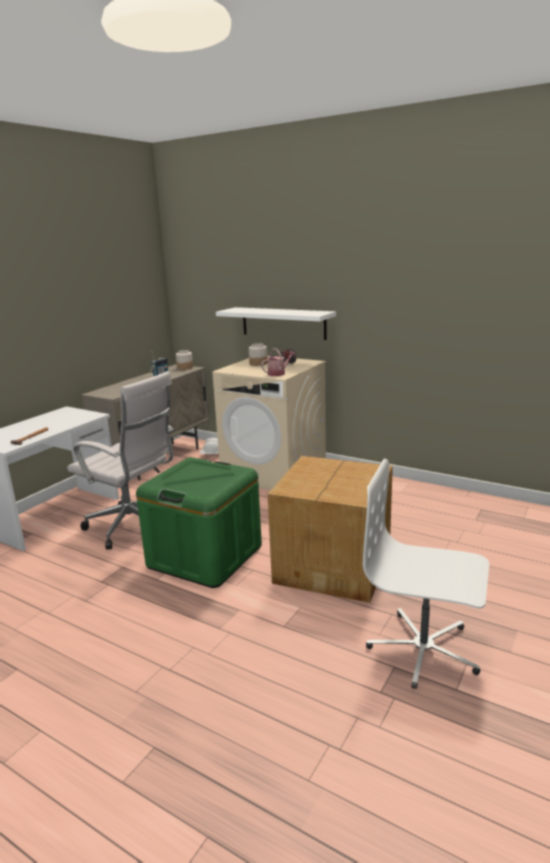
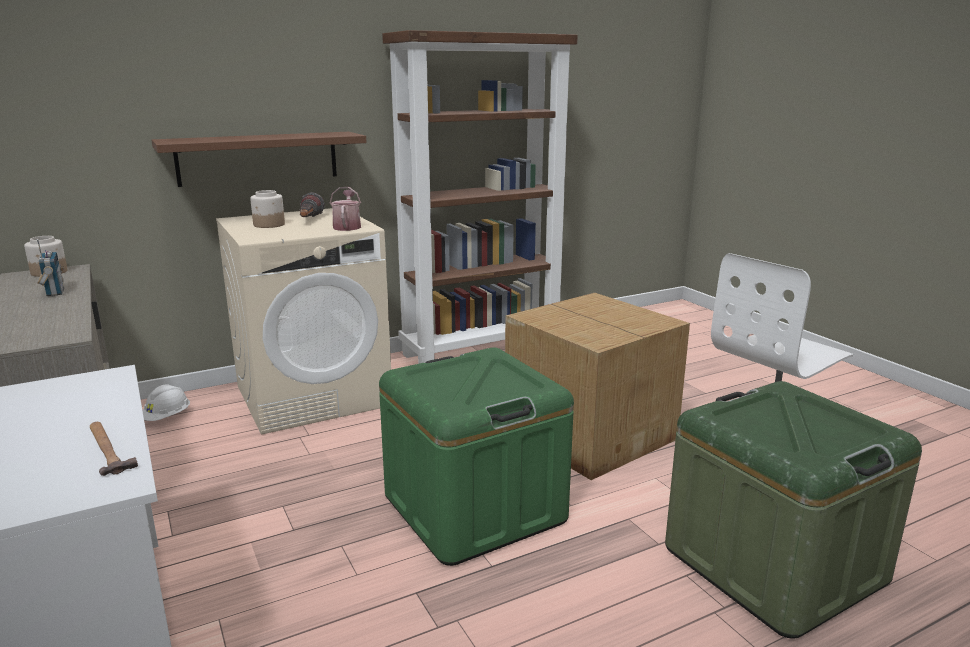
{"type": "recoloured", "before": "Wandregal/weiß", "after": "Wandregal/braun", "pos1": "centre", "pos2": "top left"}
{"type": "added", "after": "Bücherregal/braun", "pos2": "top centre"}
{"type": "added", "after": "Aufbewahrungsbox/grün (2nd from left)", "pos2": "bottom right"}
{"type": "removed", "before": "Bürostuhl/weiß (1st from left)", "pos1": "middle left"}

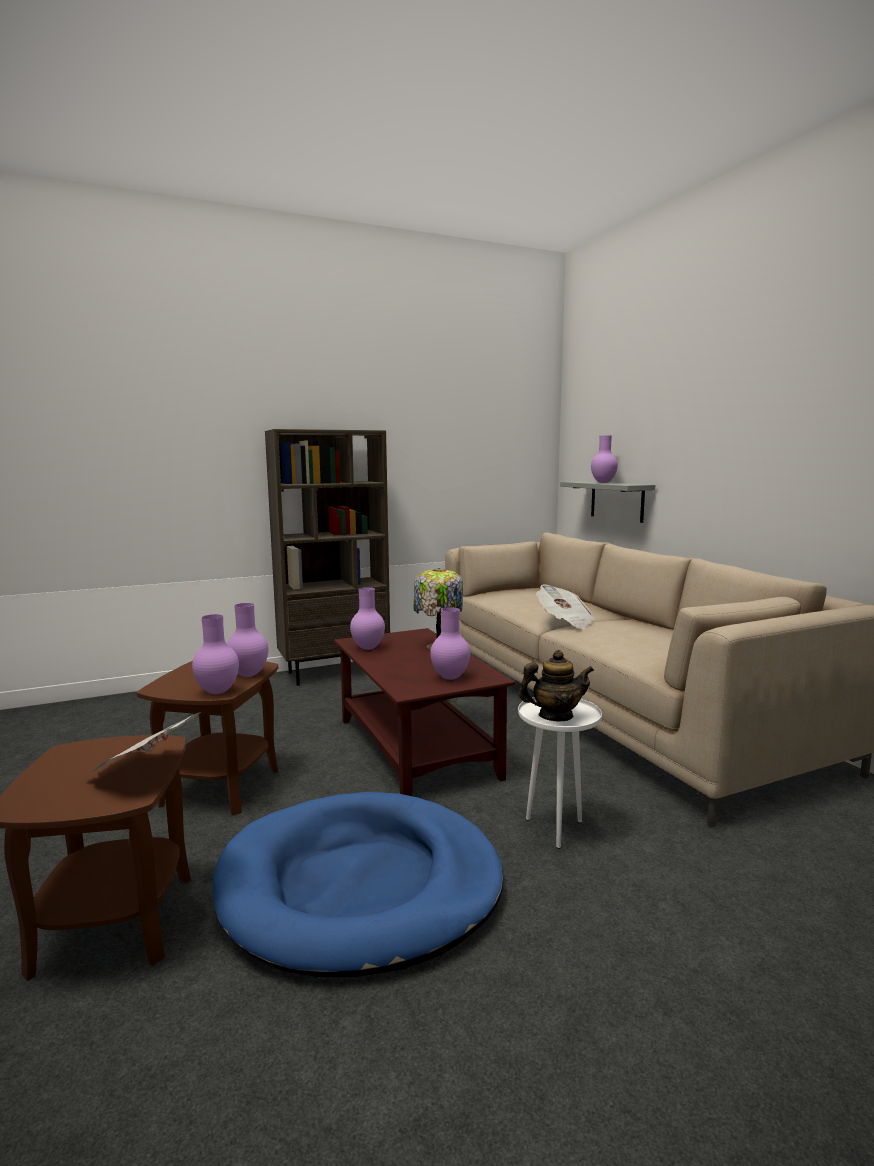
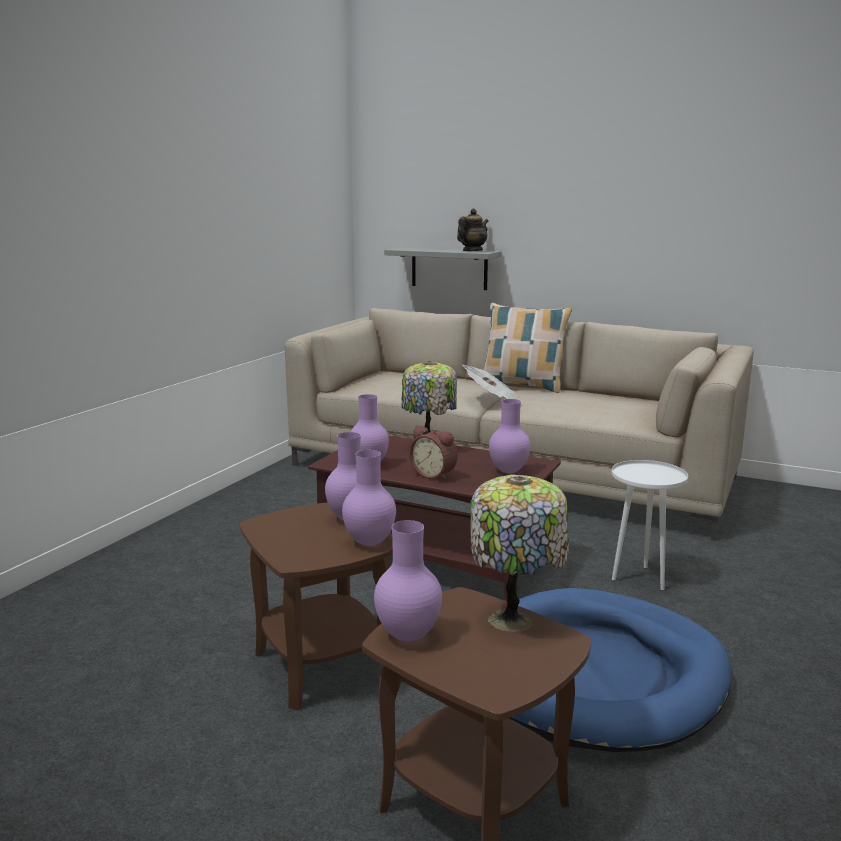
{"type": "moved", "before": "Vase/lila (5th from left in the first image)", "after": "Vase/lila (4th from left)", "pos1": "middle right", "pos2": "bottom centre"}
{"type": "added", "after": "Wecker", "pos2": "centre"}
{"type": "moved", "before": "Teekanne", "pos1": "centre", "pos2": "top centre"}
{"type": "replaced", "before": "Zeitung (1st from left)", "after": "Tischlampe (2nd from left)", "pos1": "middle left", "pos2": "centre"}
{"type": "added", "after": "Kissen", "pos2": "centre"}
{"type": "removed", "before": "Bücherregal/braun", "pos1": "centre"}

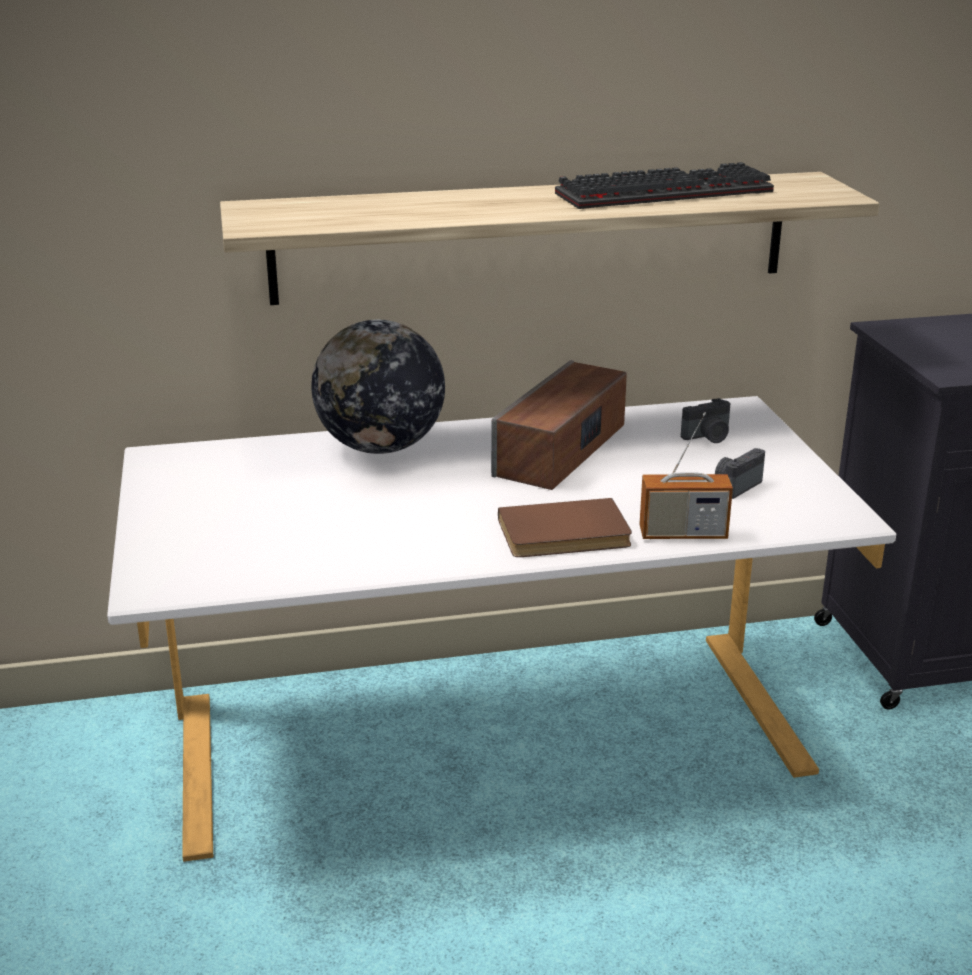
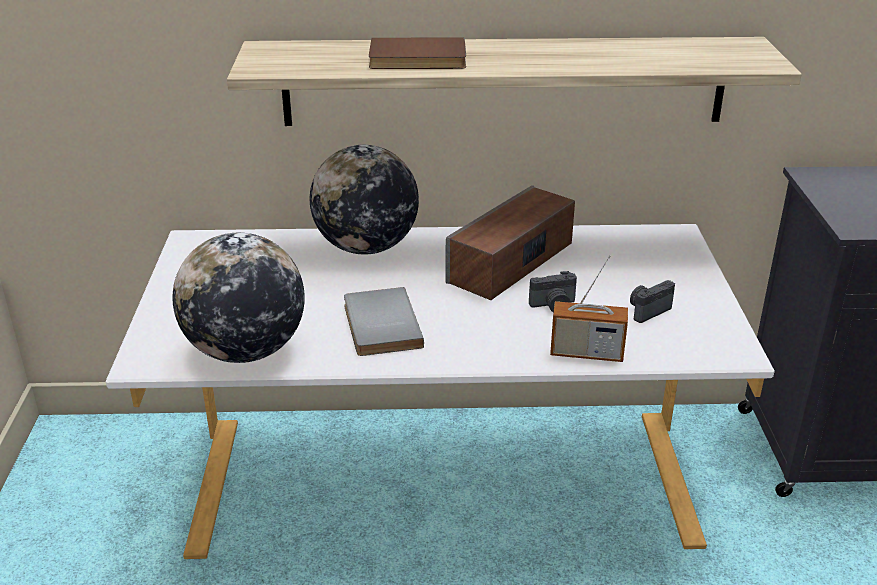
{"type": "added", "after": "Globus (1st from left)", "pos2": "middle left"}
{"type": "added", "after": "Buch/grau", "pos2": "centre"}
{"type": "moved", "before": "Buch/braun", "pos1": "centre", "pos2": "top centre"}
{"type": "moved", "before": "Kamera (1st from left)", "pos1": "middle right", "pos2": "centre"}
{"type": "removed", "before": "Tastatur", "pos1": "top right"}

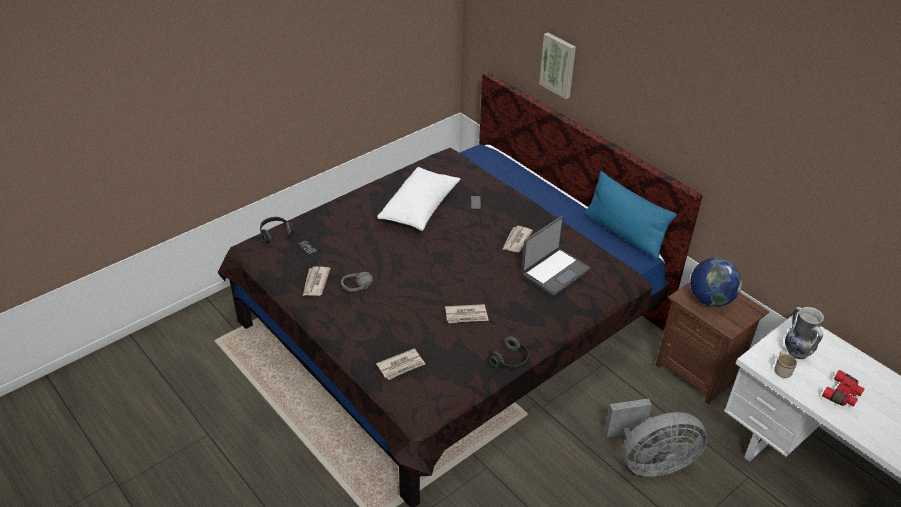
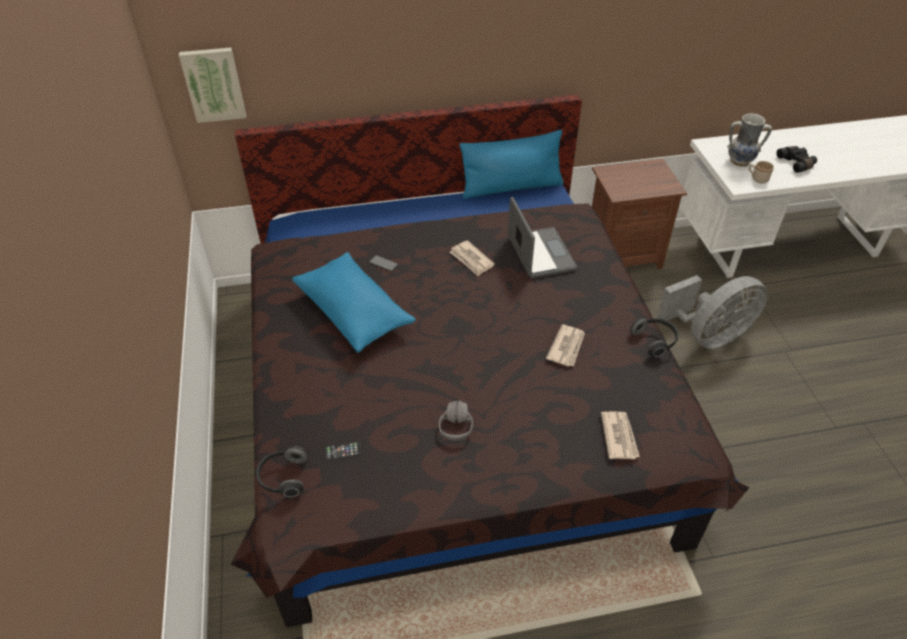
{"type": "moved", "before": "Bild", "pos1": "top centre", "pos2": "top left"}
{"type": "recoloured", "before": "Kissen/weiß", "after": "Kissen/blau (1st from left)", "pos1": "centre", "pos2": "centre"}
{"type": "turned", "before": "Ventilator/grau", "pos1": "bottom right", "pos2": "middle right", "turn": 45}
{"type": "recoloured", "before": "Fernglas/rot", "after": "Fernglas/schwarz", "pos1": "bottom right", "pos2": "top right"}
{"type": "removed", "before": "Zeitung (1st from left)", "pos1": "centre"}
{"type": "removed", "before": "Globus", "pos1": "middle right"}

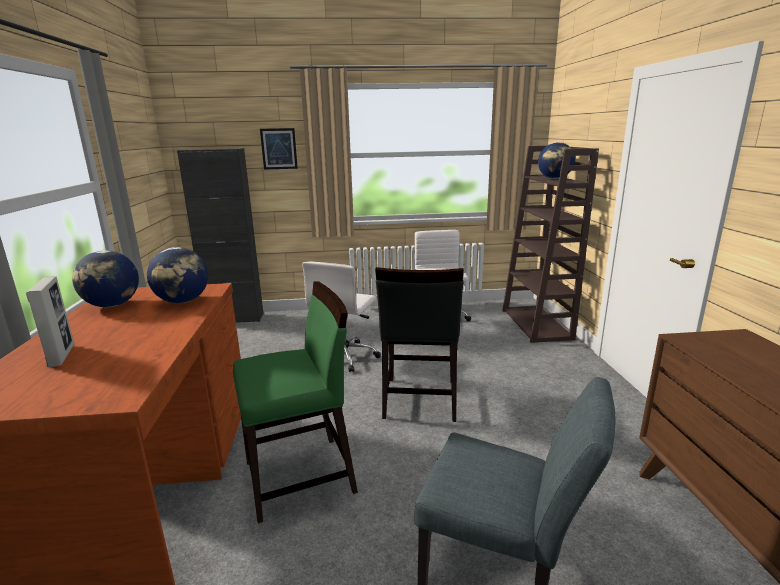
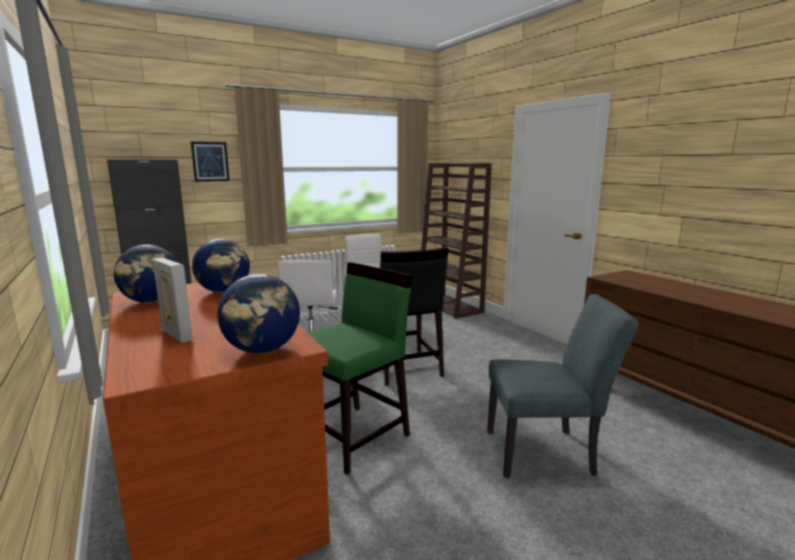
{"type": "moved", "before": "Globus (3rd from left)", "pos1": "top right", "pos2": "middle left"}

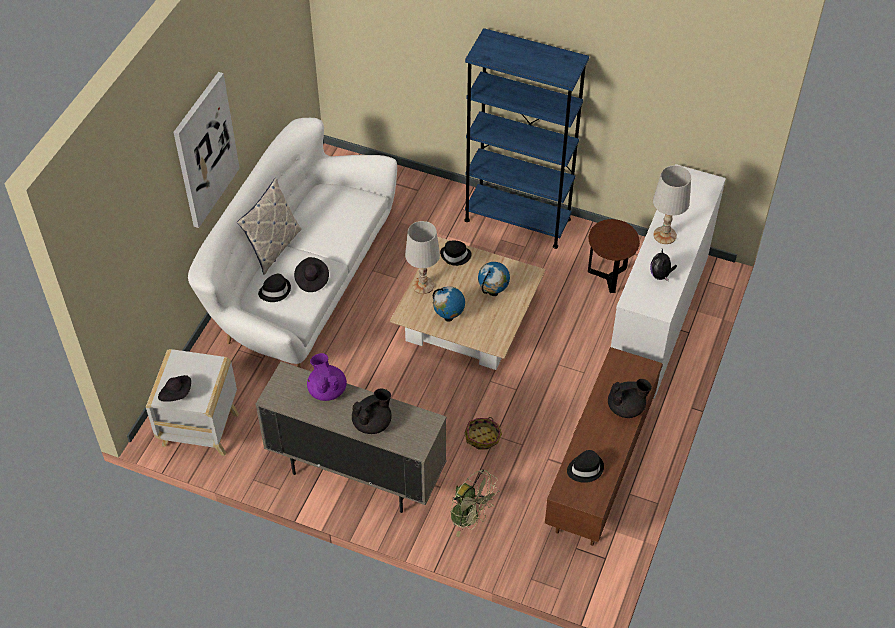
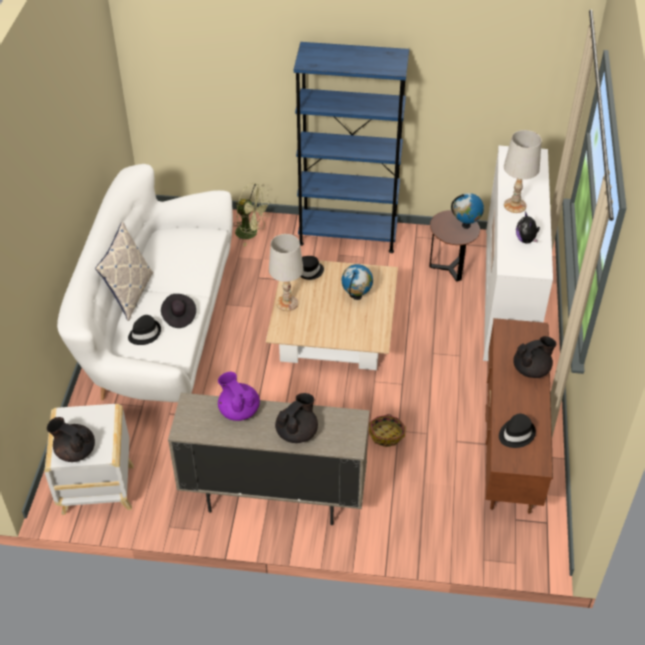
{"type": "replaced", "before": "Hut/schwarz (1st from left)", "after": "Teekanne/schwarz (1st from left)", "pos1": "middle left", "pos2": "bottom left"}
{"type": "moved", "before": "Ventilator/grün", "pos1": "bottom centre", "pos2": "top centre"}
{"type": "moved", "before": "Globus (1st from left in the first image)", "after": "Globus (2nd from left)", "pos1": "centre", "pos2": "top right"}
{"type": "removed", "before": "Bild", "pos1": "top left"}

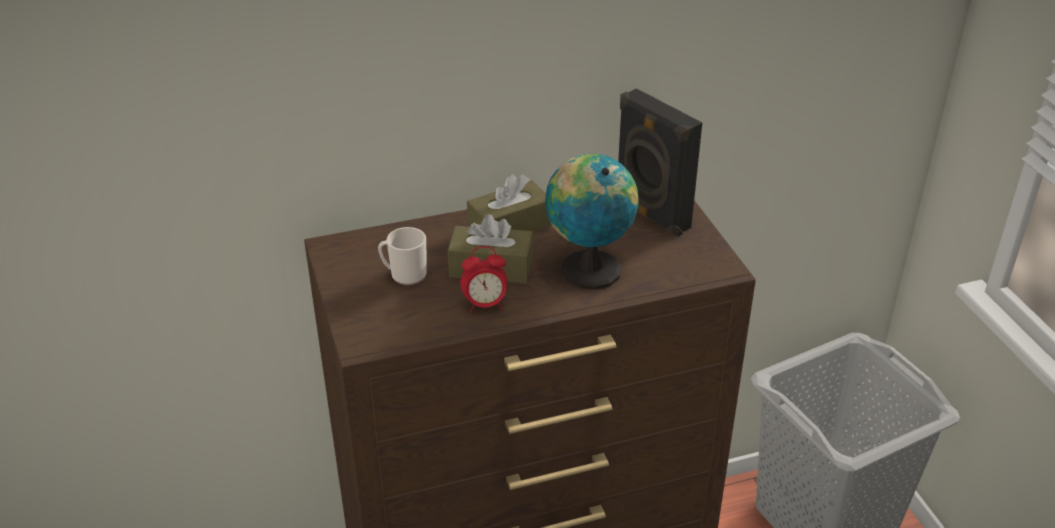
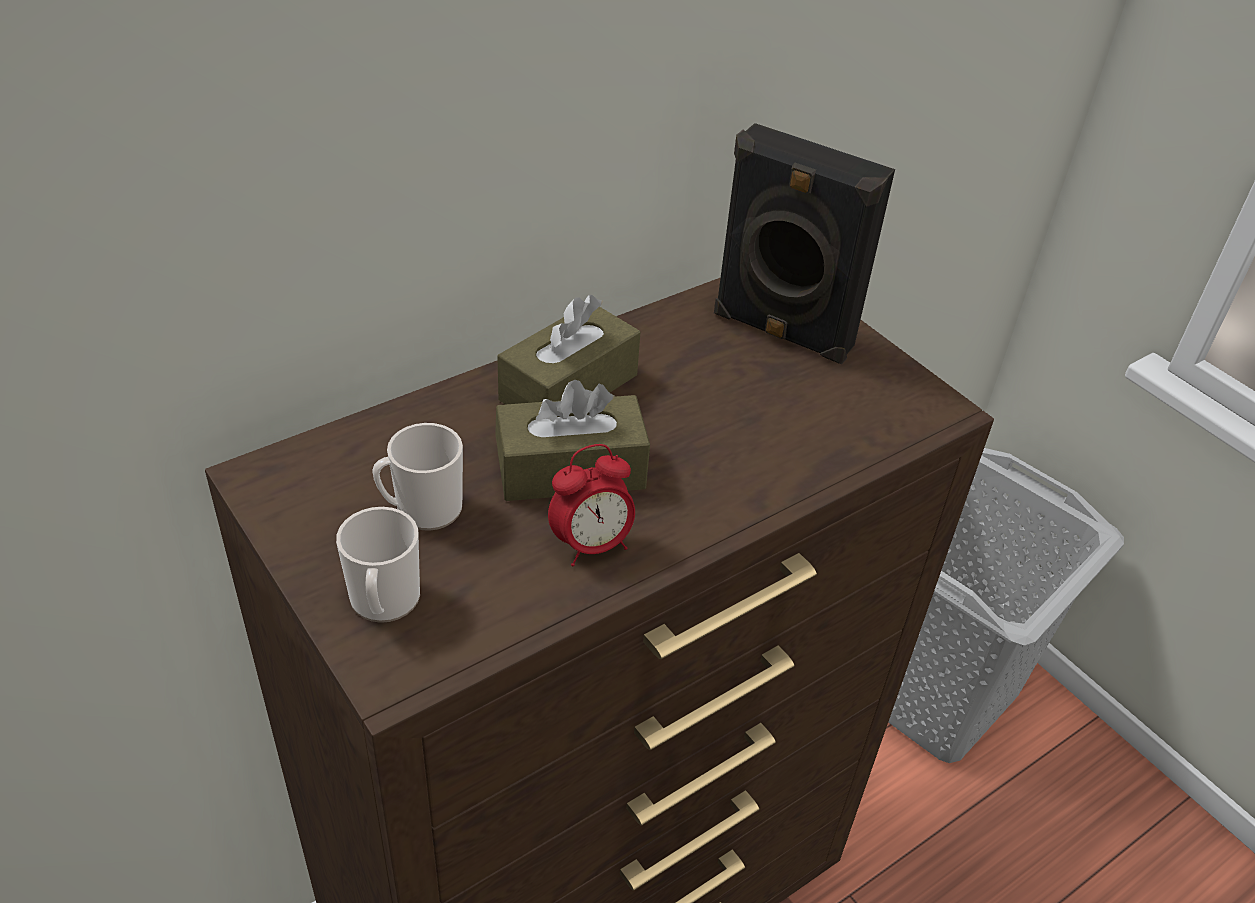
{"type": "added", "after": "Henkelbecher (1st from left)", "pos2": "middle left"}
{"type": "removed", "before": "Globus", "pos1": "centre"}

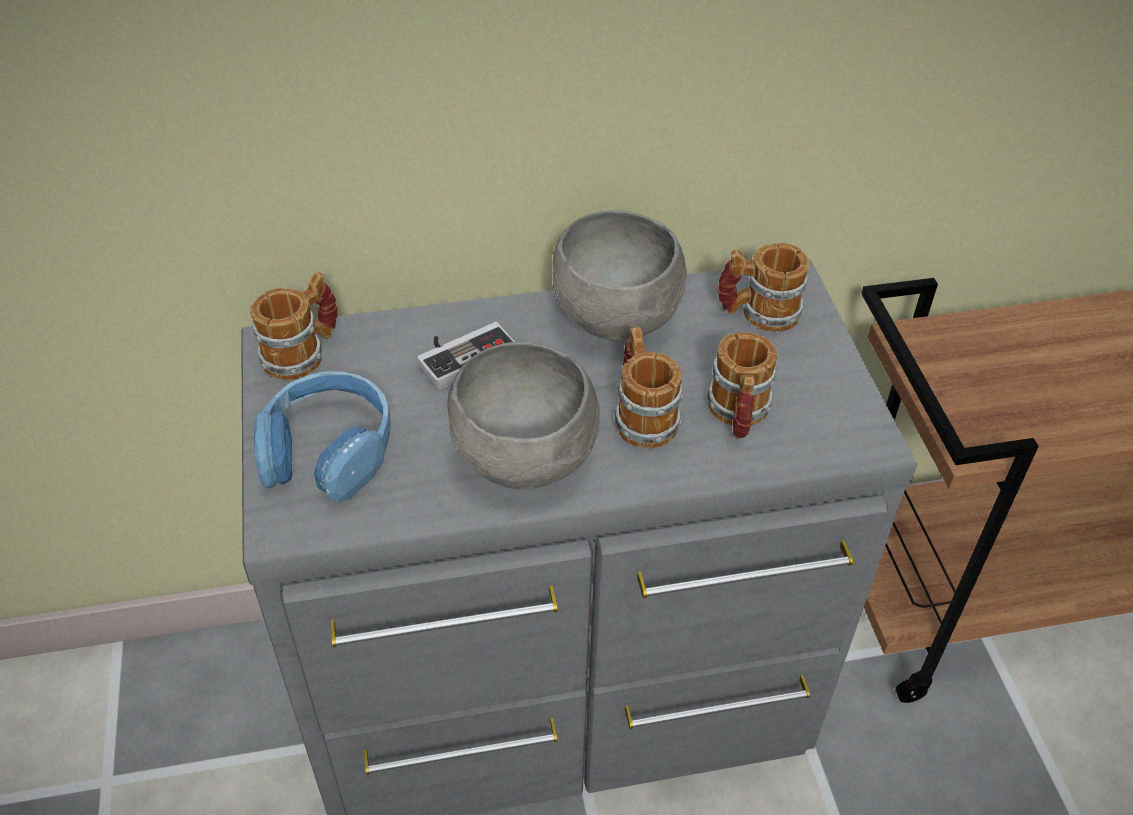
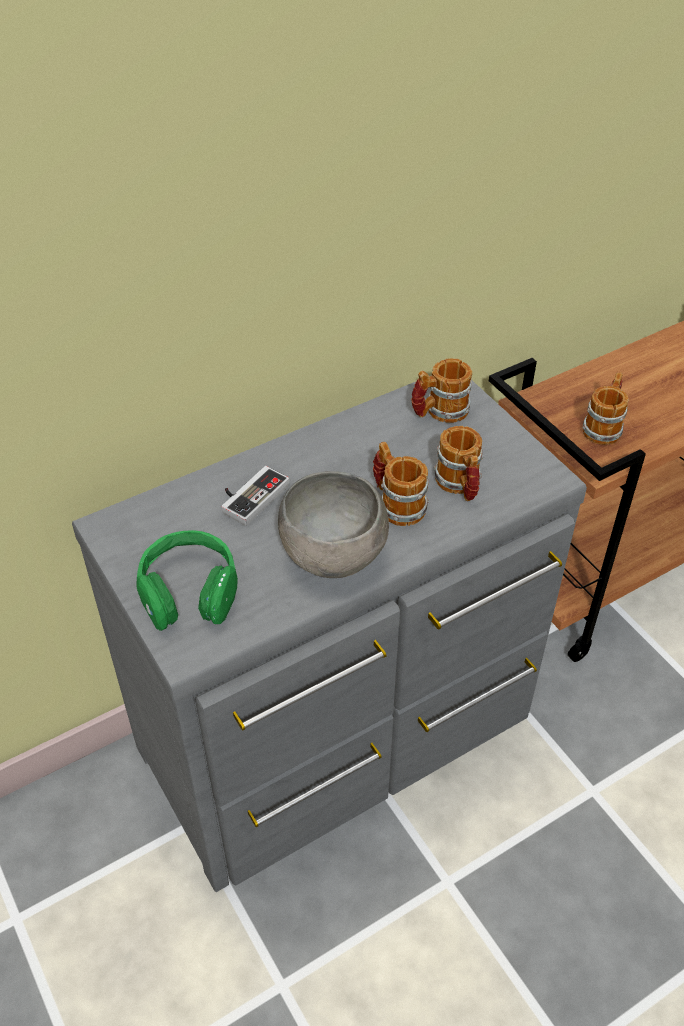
{"type": "recoloured", "before": "Kopfhörer/blau", "after": "Kopfhörer/grün", "pos1": "middle left", "pos2": "middle left"}
{"type": "moved", "before": "Henkelbecher (1st from left in the first image)", "after": "Henkelbecher (4th from left)", "pos1": "middle left", "pos2": "middle right"}
{"type": "removed", "before": "Schüssel/grau (2nd from left)", "pos1": "centre"}

